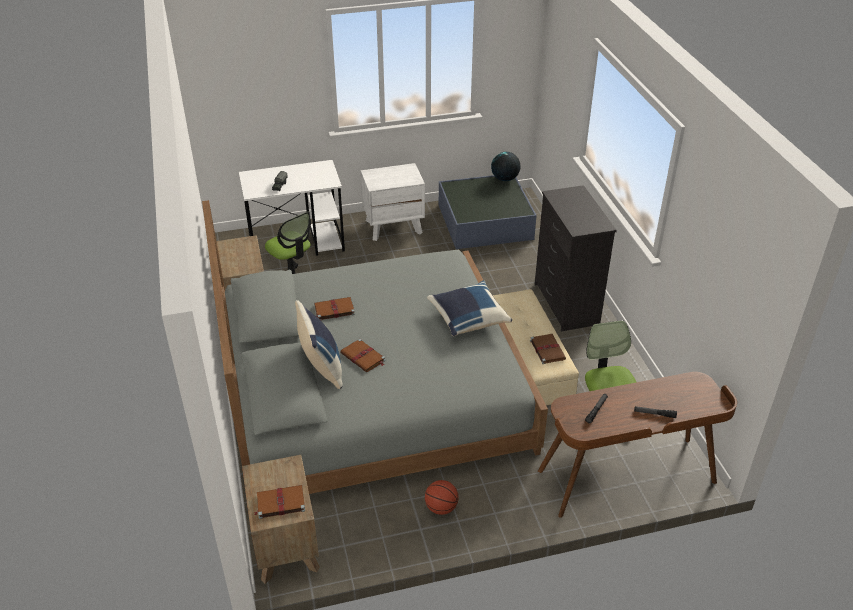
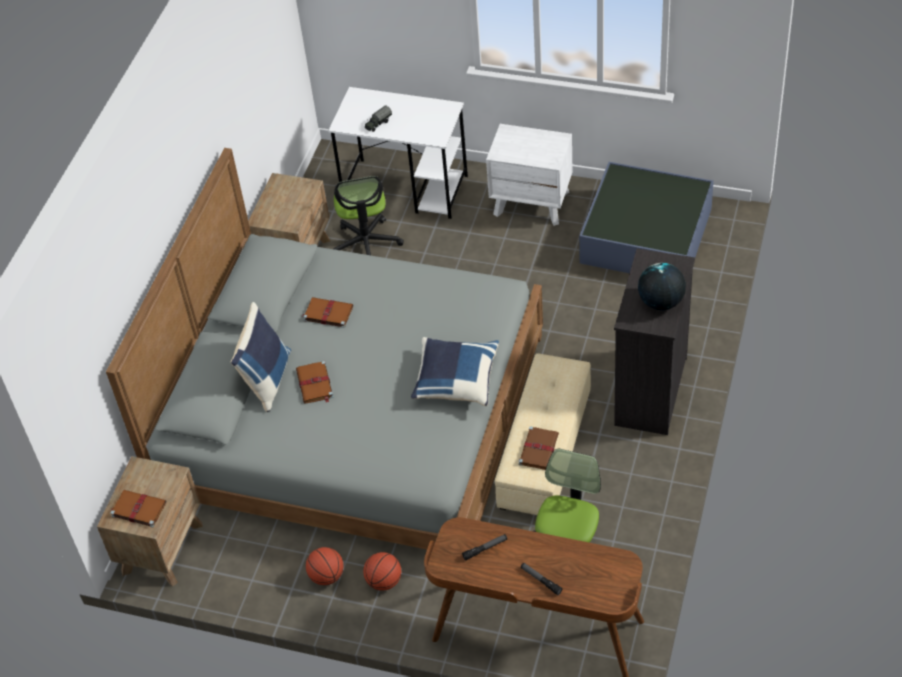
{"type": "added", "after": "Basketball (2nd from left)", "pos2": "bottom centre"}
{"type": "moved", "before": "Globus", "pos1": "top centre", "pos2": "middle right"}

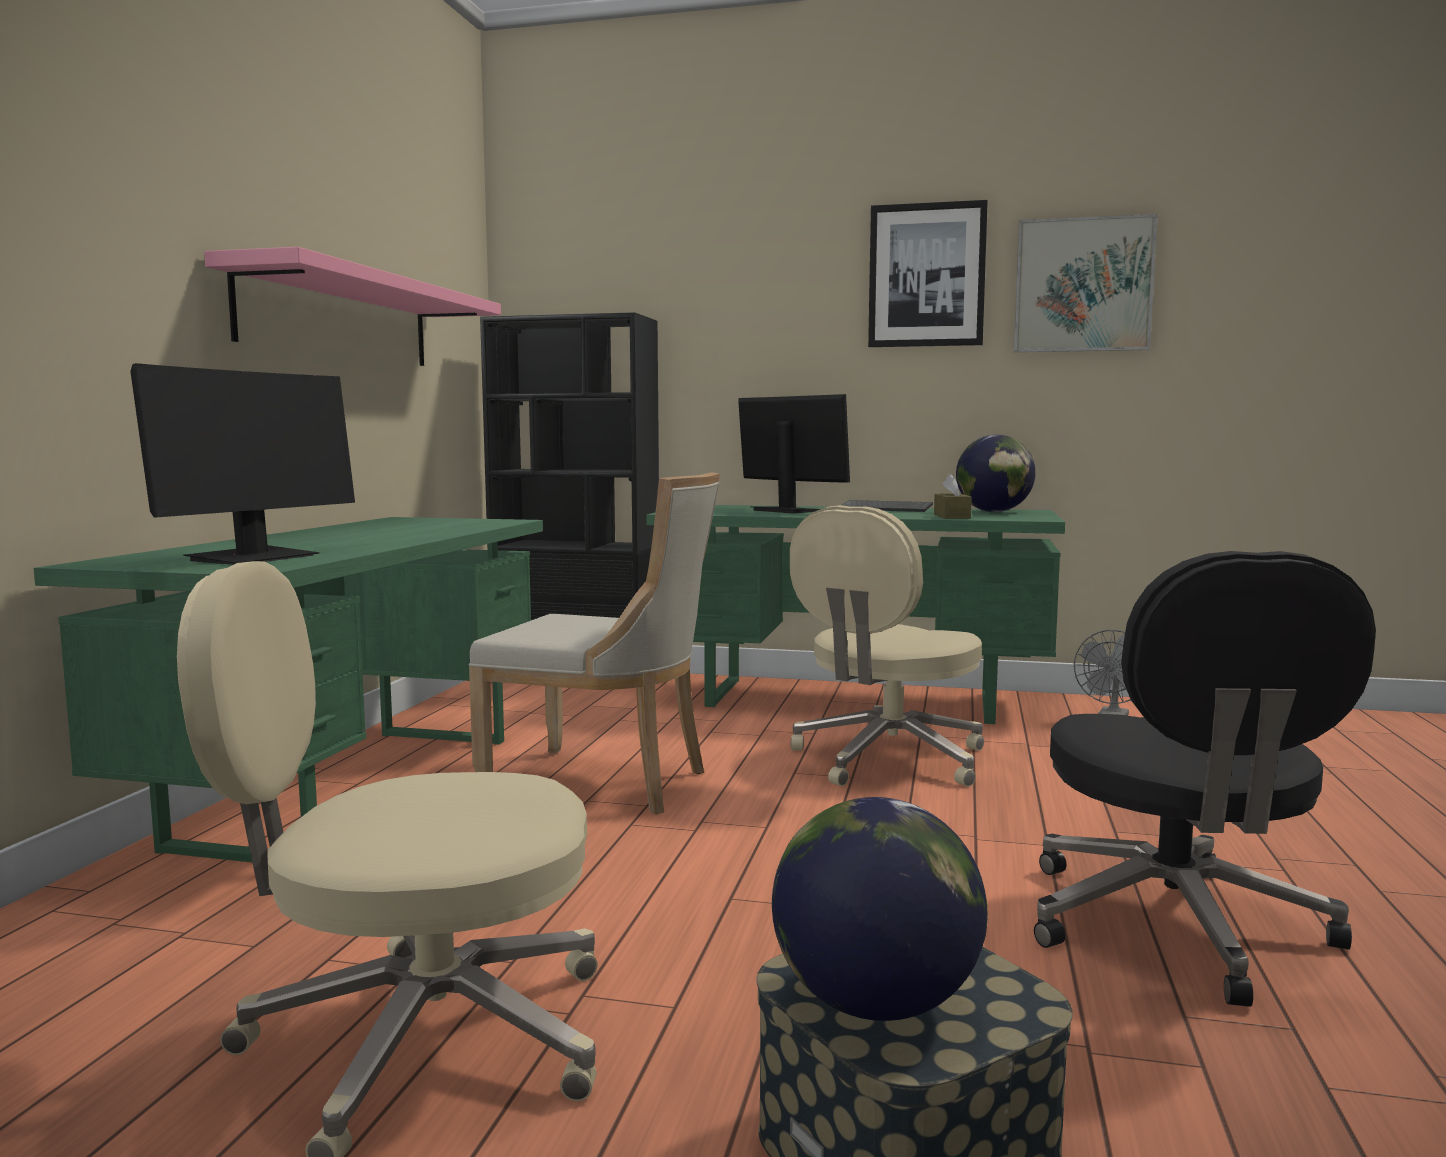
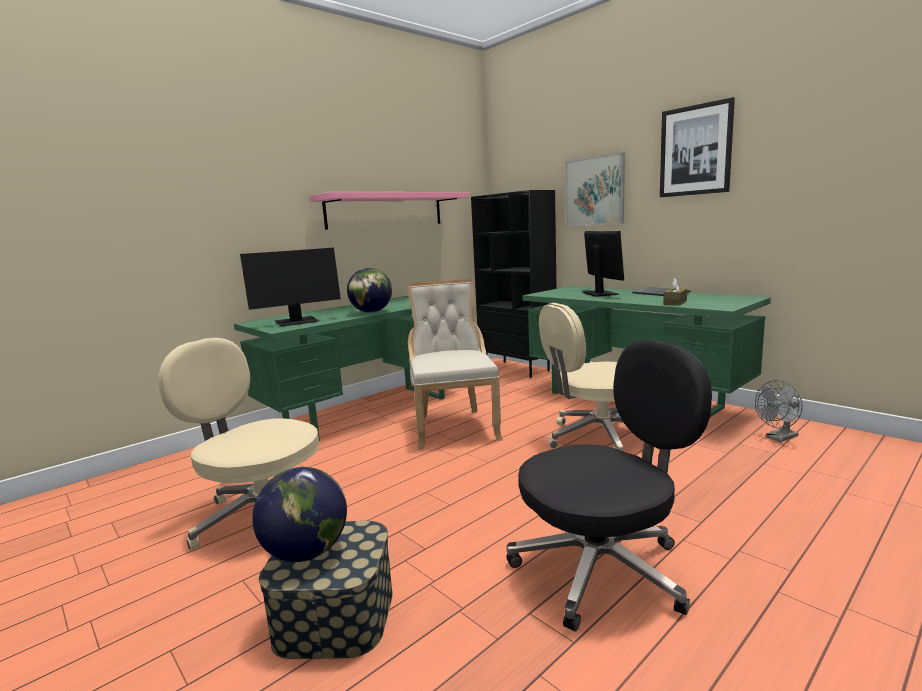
{"type": "moved", "before": "Globus (2nd from left)", "pos1": "middle right", "pos2": "centre"}
{"type": "turned", "before": "Stuhl/beige", "pos1": "centre", "pos2": "centre", "turn": -150}
{"type": "turned", "before": "Bürostuhl/schwarz", "pos1": "bottom right", "pos2": "bottom centre", "turn": -150}
{"type": "moved", "before": "Bild (2nd from left in the first image)", "after": "Bild (1st from left)", "pos1": "top right", "pos2": "top centre"}

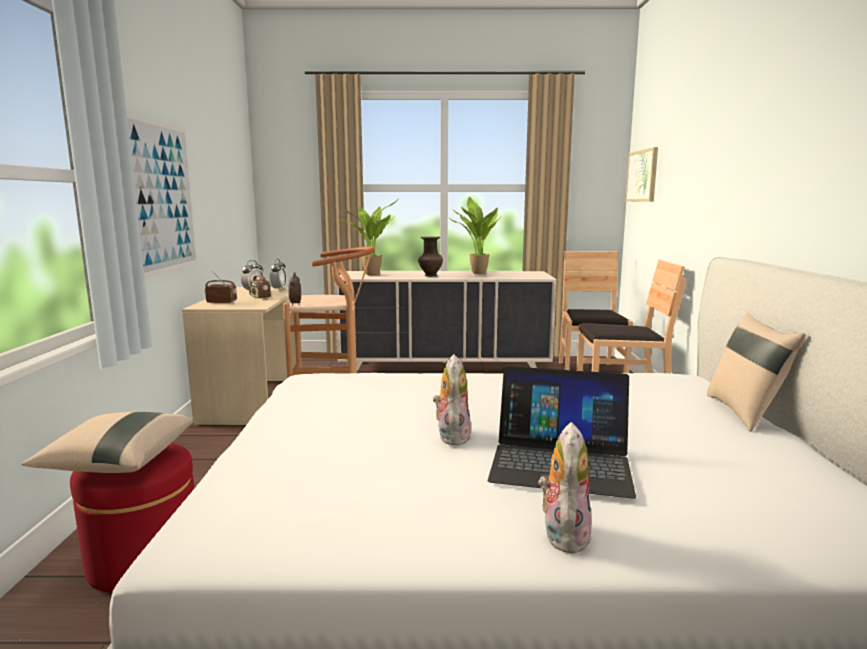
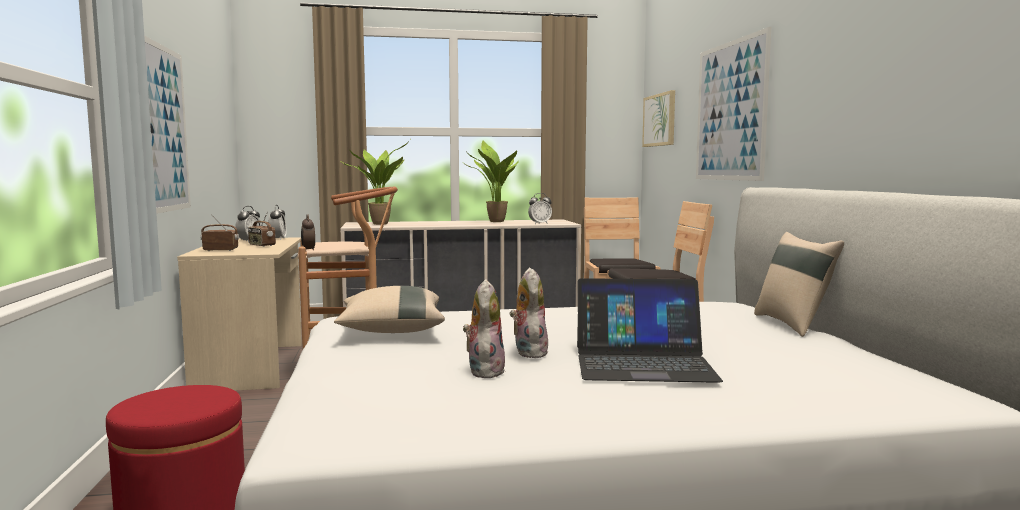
{"type": "moved", "before": "Kissen/beige (1st from left)", "pos1": "bottom left", "pos2": "centre"}
{"type": "moved", "before": "Plüschtier (2nd from left in the first image)", "after": "Plüschtier (1st from left)", "pos1": "bottom centre", "pos2": "centre"}
{"type": "added", "after": "Wecker (4th from left)", "pos2": "centre"}
{"type": "added", "after": "Bild (3rd from left)", "pos2": "top right"}
{"type": "removed", "before": "Vase/braun", "pos1": "centre"}

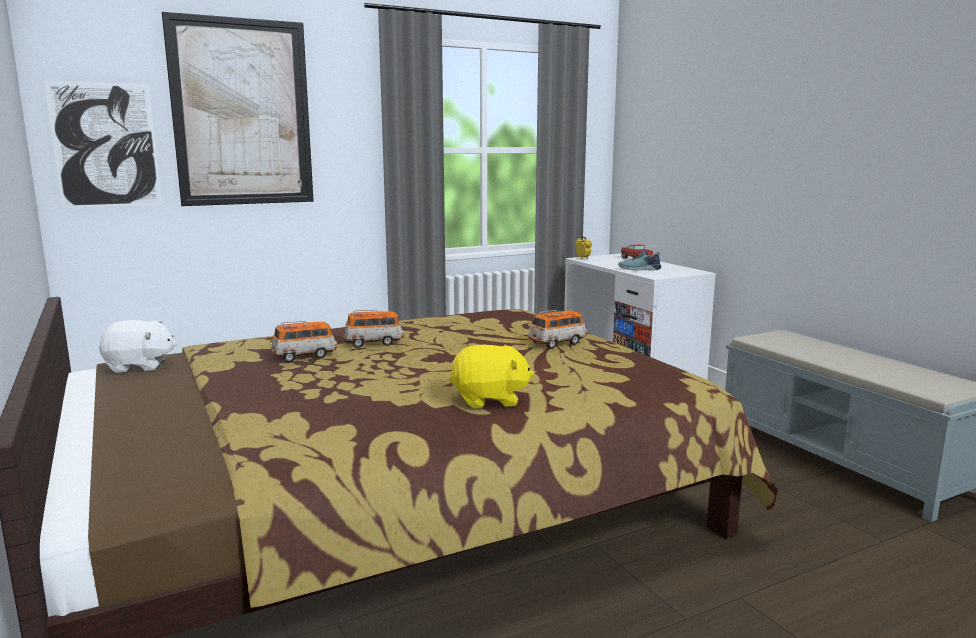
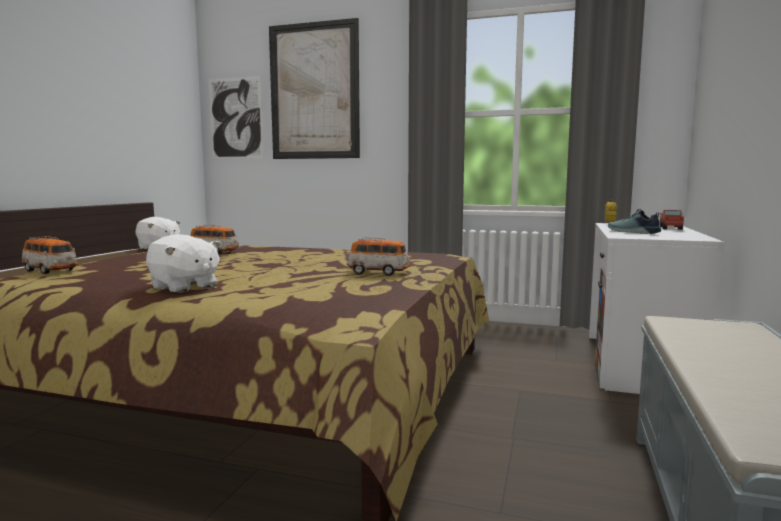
{"type": "moved", "before": "Spielzeugauto (2nd from left in the first image)", "after": "Spielzeugauto (1st from left)", "pos1": "centre", "pos2": "middle left"}
{"type": "recoloured", "before": "Plüschtier/gelb", "after": "Plüschtier/weiß (2nd from left)", "pos1": "centre", "pos2": "middle left"}

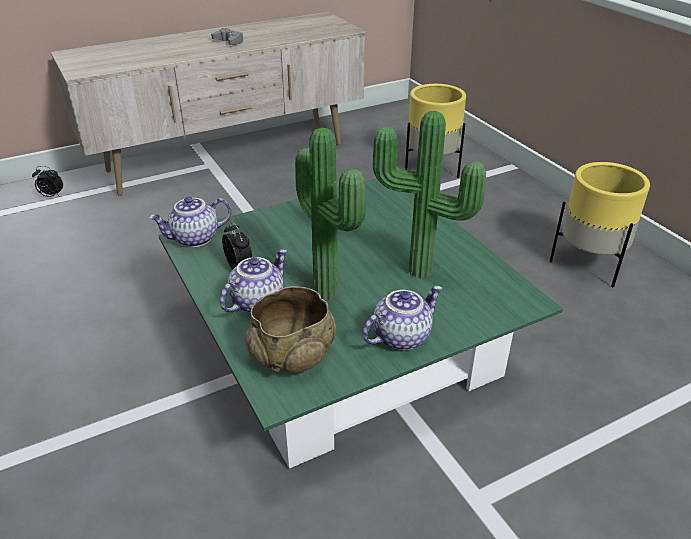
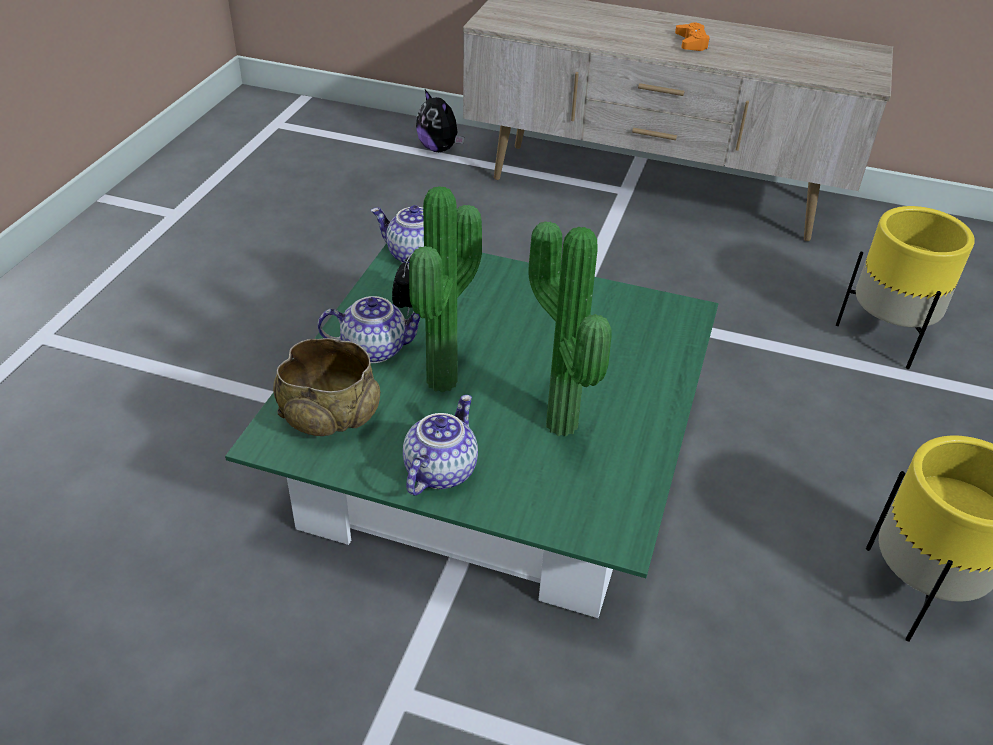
{"type": "turned", "before": "Teekanne (3rd from left)", "pos1": "centre", "pos2": "centre", "turn": -75}
{"type": "replaced", "before": "Wecker (1st from left)", "after": "Plüschtier", "pos1": "middle left", "pos2": "top centre"}
{"type": "recoloured", "before": "Gamepad/grau", "after": "Gamepad/orange", "pos1": "top left", "pos2": "top right"}

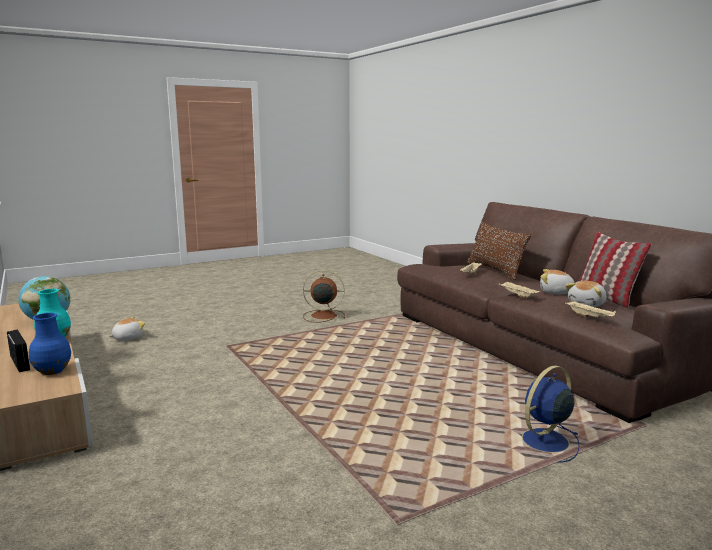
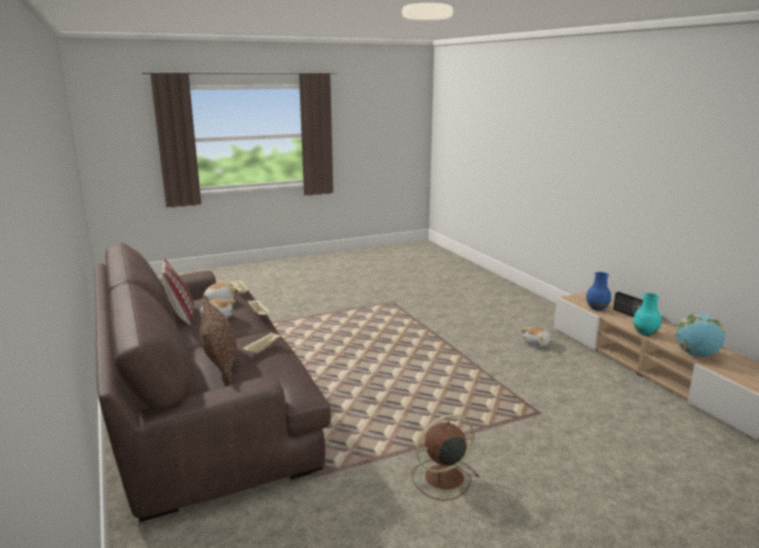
{"type": "turned", "before": "Ventilator/braun", "pos1": "centre", "pos2": "bottom centre", "turn": 150}
{"type": "moved", "before": "Plüschtier (1st from left in the first image)", "after": "Plüschtier (3rd from left)", "pos1": "middle left", "pos2": "middle right"}
{"type": "removed", "before": "Ventilator/blau", "pos1": "bottom right"}

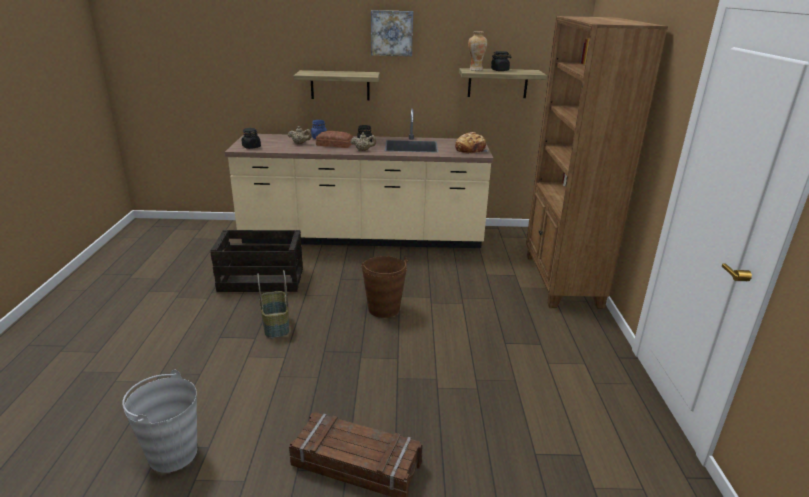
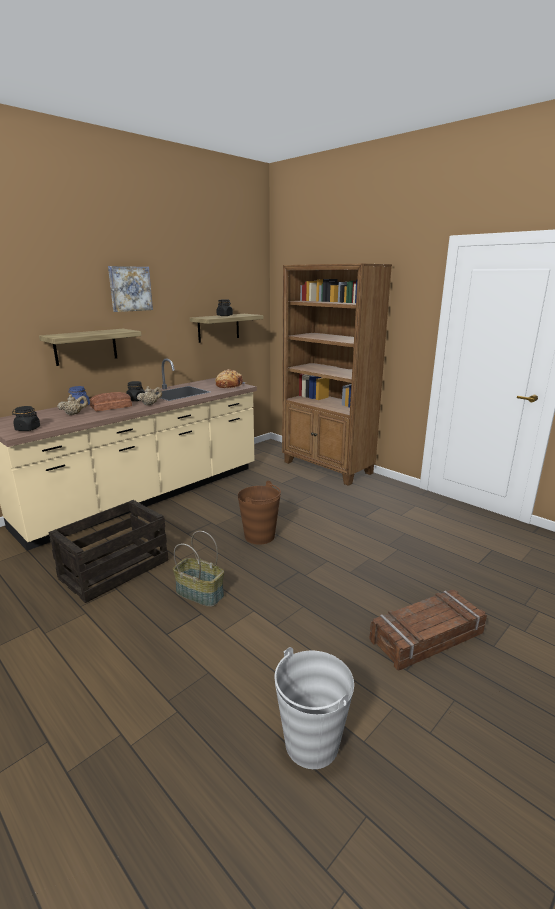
{"type": "removed", "before": "Vase", "pos1": "top centre"}

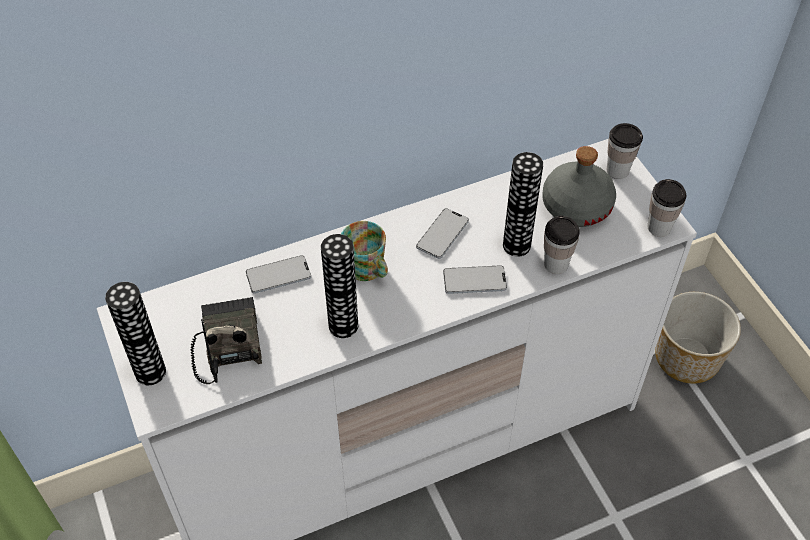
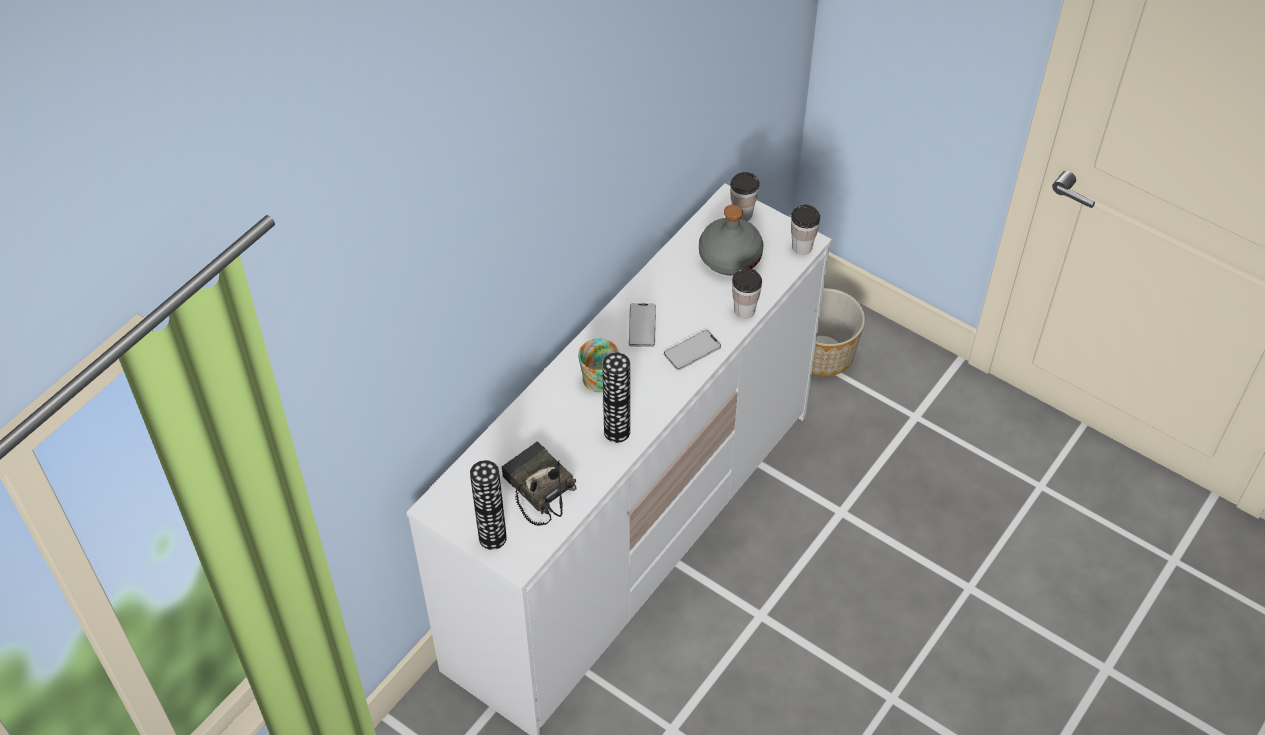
{"type": "removed", "before": "Handy (1st from left)", "pos1": "centre"}
{"type": "removed", "before": "Vase (3rd from left)", "pos1": "centre"}

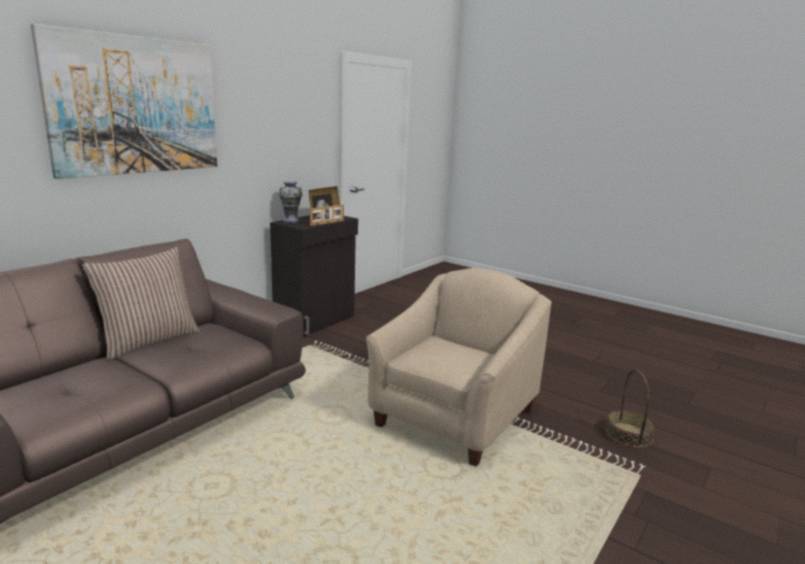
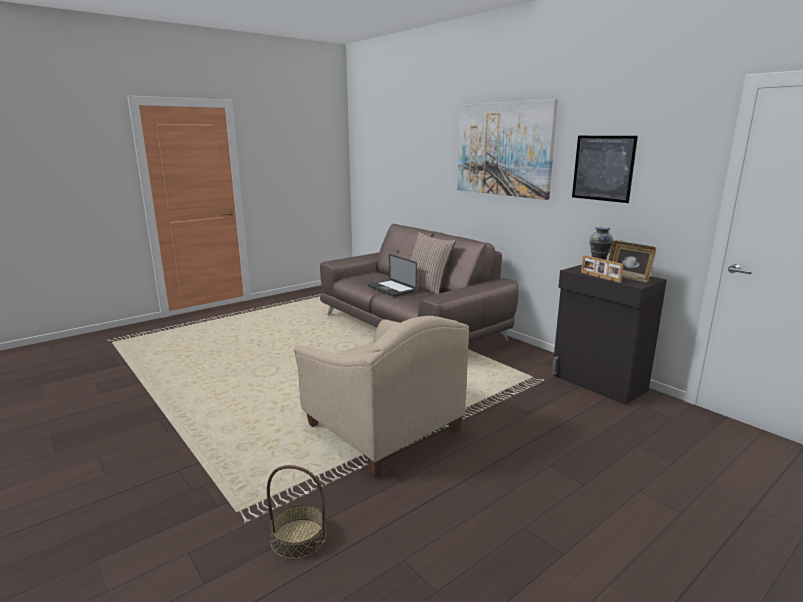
{"type": "added", "after": "Laptop", "pos2": "centre"}
{"type": "added", "after": "Bild (2nd from left)", "pos2": "top right"}

